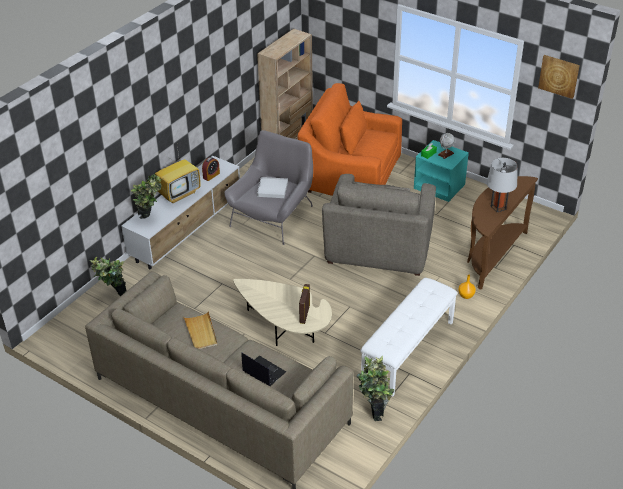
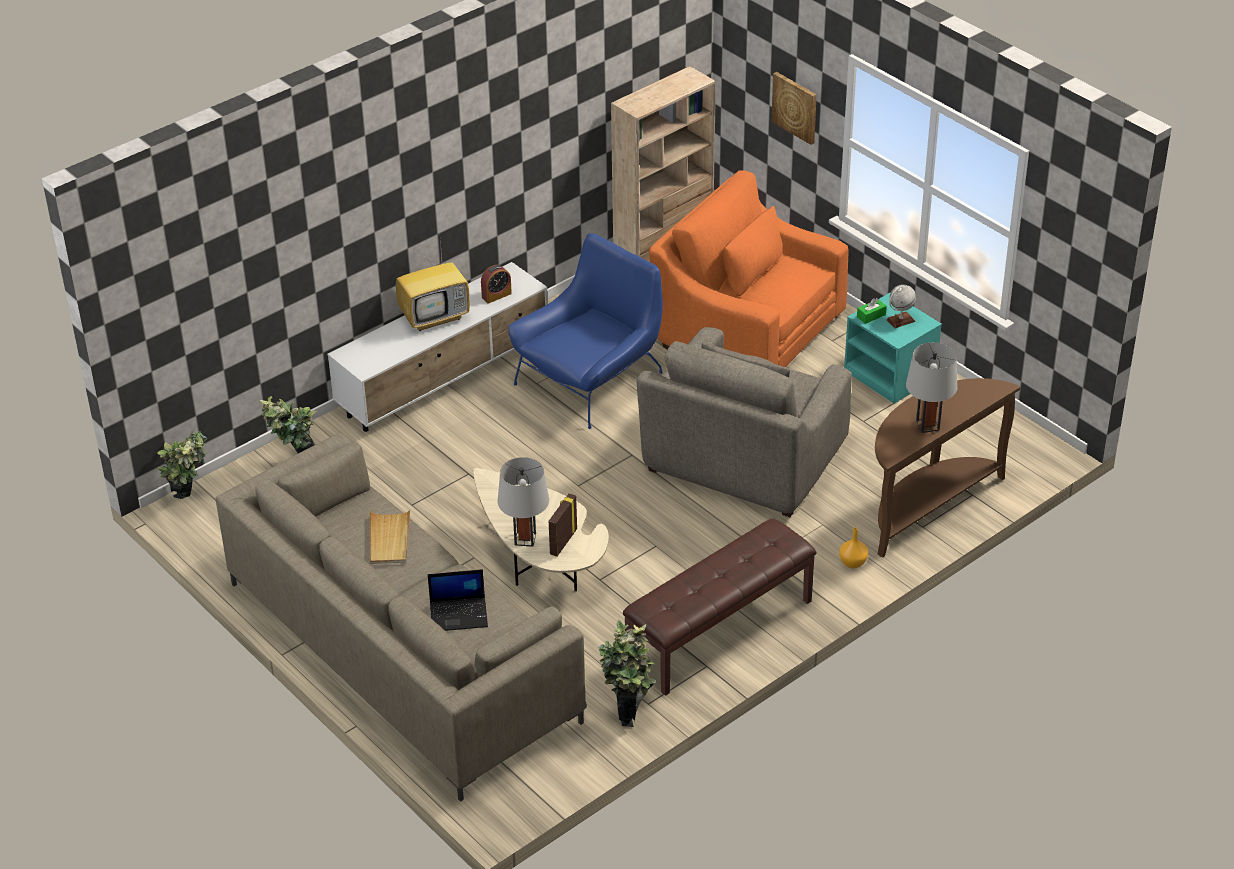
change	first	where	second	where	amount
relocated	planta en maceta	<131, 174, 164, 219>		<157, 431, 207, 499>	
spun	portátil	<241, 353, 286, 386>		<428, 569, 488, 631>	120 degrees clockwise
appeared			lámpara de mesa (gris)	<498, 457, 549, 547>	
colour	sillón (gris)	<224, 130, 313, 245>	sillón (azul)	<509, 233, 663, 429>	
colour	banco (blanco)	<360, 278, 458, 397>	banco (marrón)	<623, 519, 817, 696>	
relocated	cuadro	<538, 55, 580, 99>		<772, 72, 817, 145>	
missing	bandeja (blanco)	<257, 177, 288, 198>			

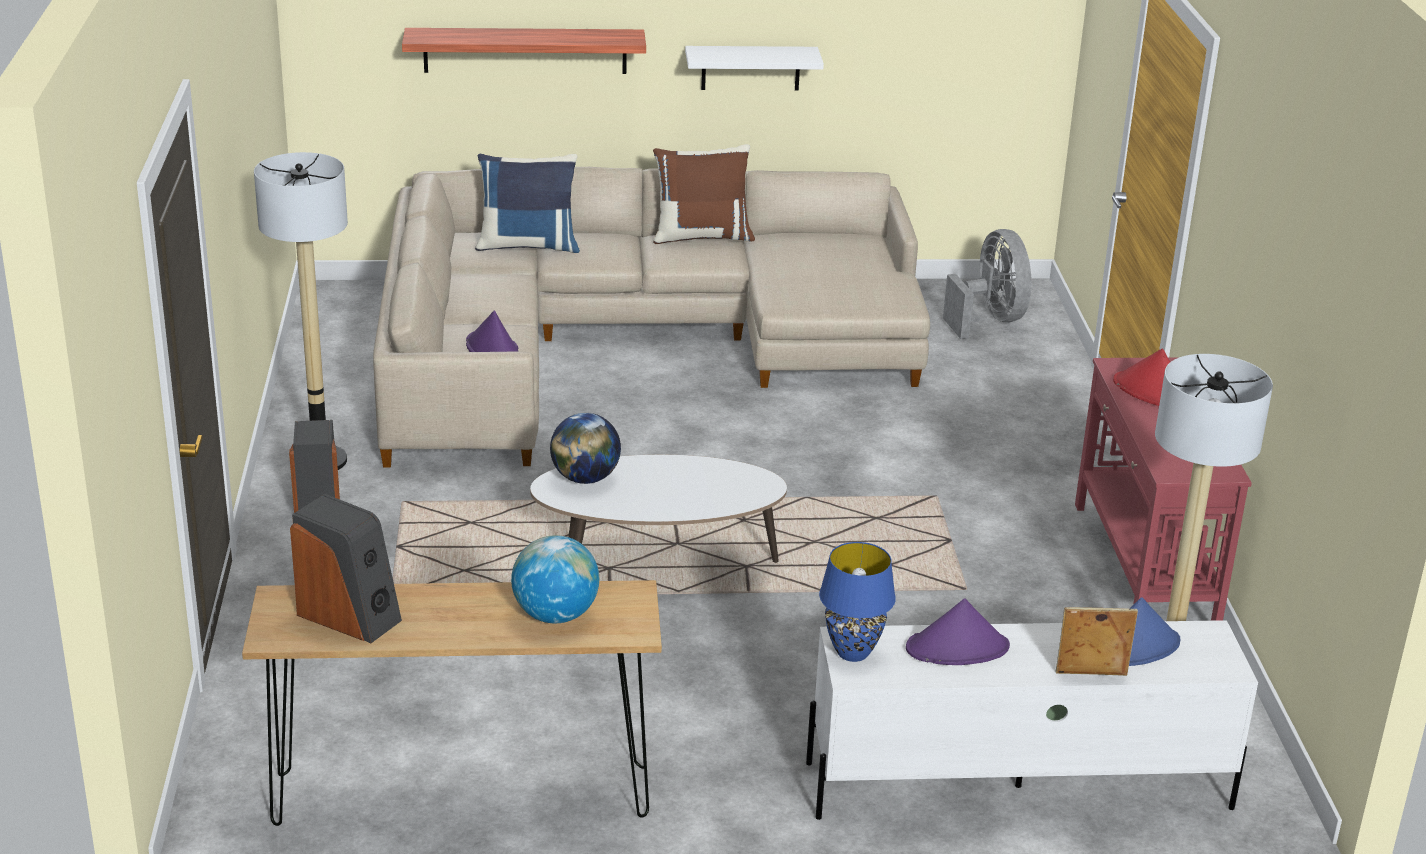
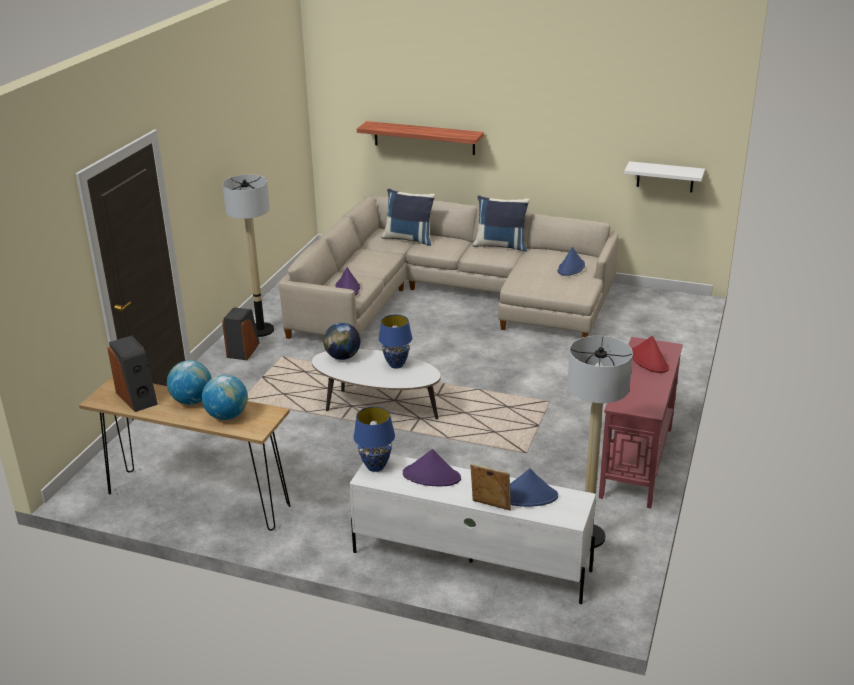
change	first	where	second	where	amount
appeared			globo terráqueo	<167, 360, 212, 405>	
appeared			lámpara de mesa (azul)	<379, 315, 412, 369>	
colour	cojín (marrón)	<653, 144, 755, 244>	cojín (azul)	<473, 196, 530, 252>	
appeared			sombrero (azul)	<557, 247, 585, 276>	
relocated	estante (blanco)	<685, 46, 824, 91>		<624, 161, 705, 192>	
missing	ventilador (gris)	<943, 229, 1032, 339>			

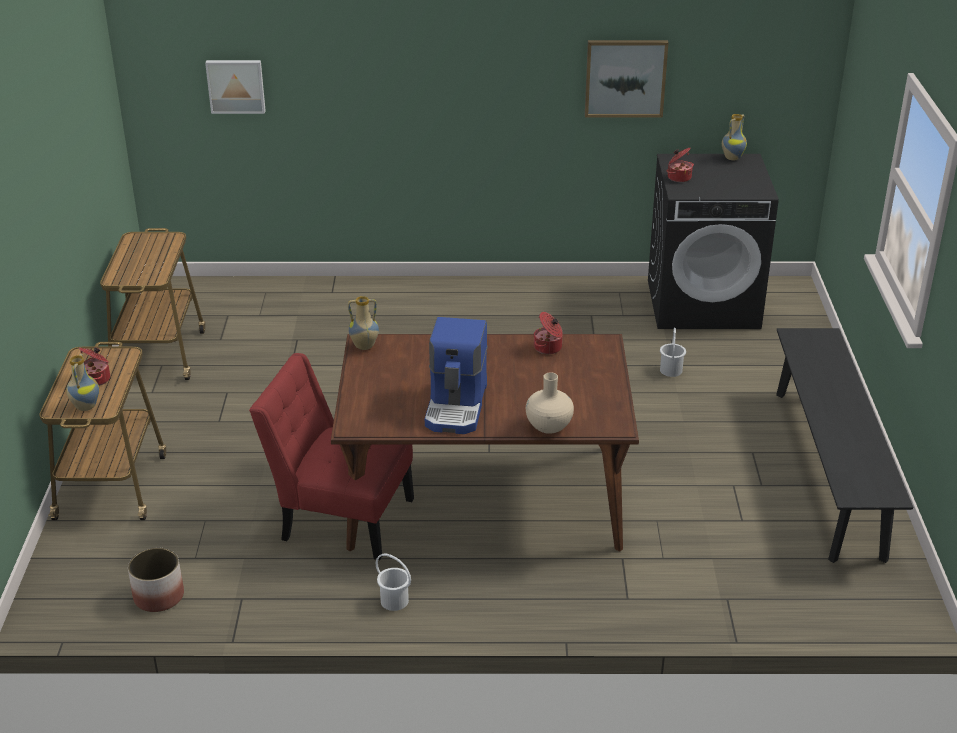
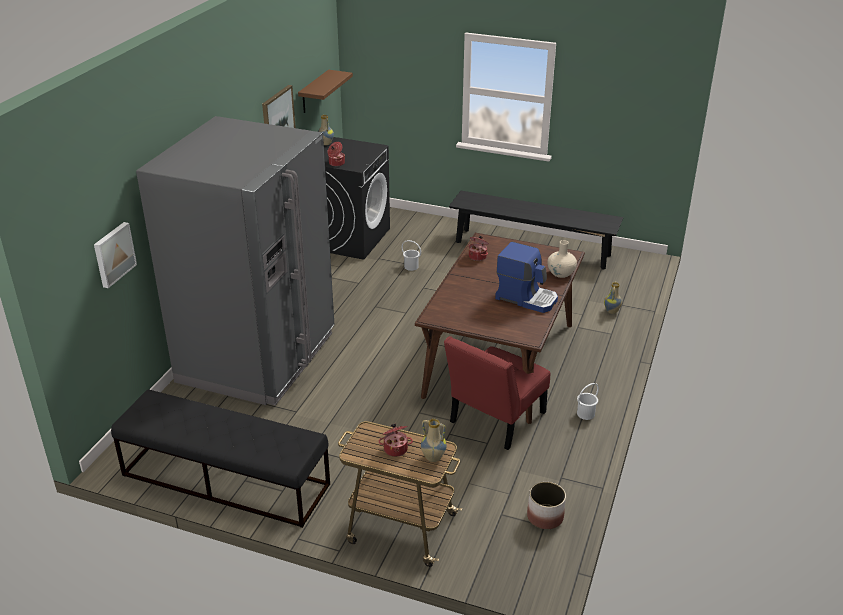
change	first	where	second	where	amount
exchanged	carrito	<100, 228, 205, 380>	banco (negro)	<111, 390, 330, 528>	
appeared			nevera (gris)	<136, 116, 334, 406>	
appeared			estante (marrón)	<298, 70, 353, 113>	
relocated	florero	<348, 296, 379, 350>		<604, 281, 622, 314>	

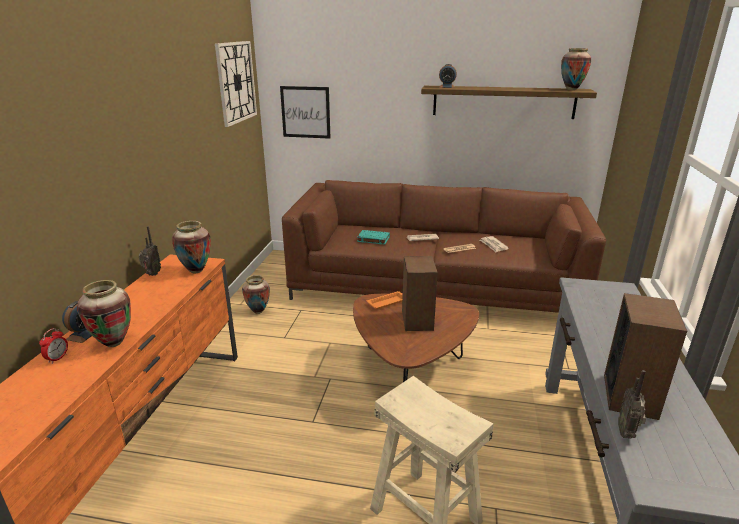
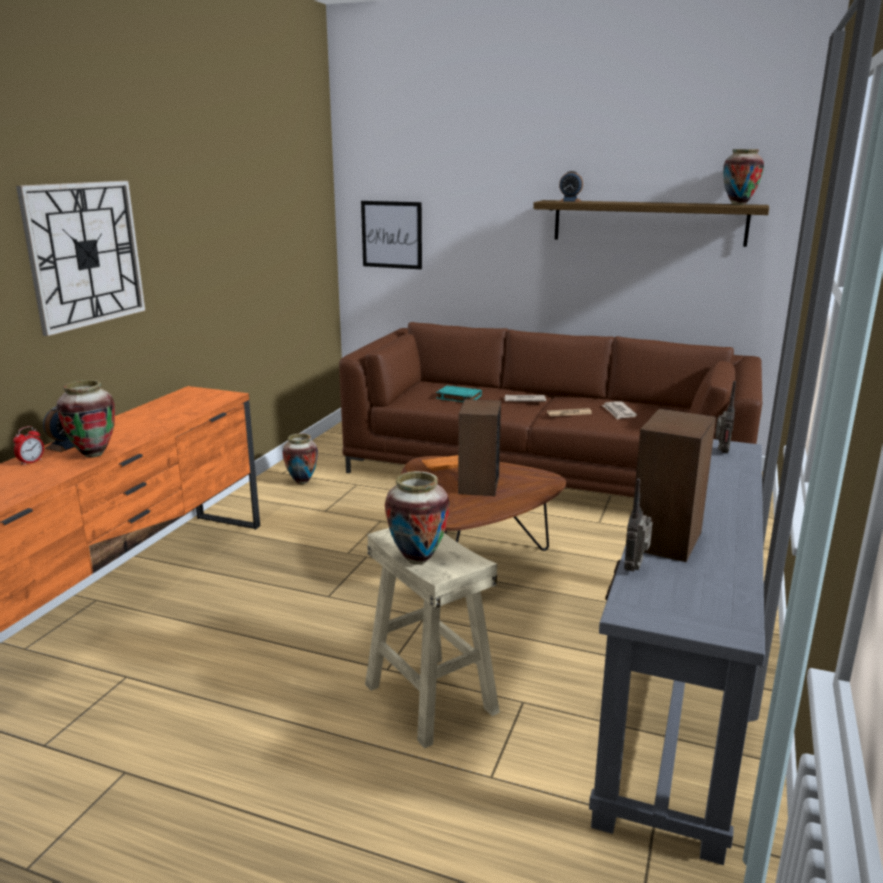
change	first	where	second	where	amount
relocated	reloj de pared	<215, 41, 257, 127>		<16, 181, 145, 336>	
relocated	florero	<172, 221, 211, 273>		<385, 471, 450, 565>	
relocated	radio	<139, 226, 161, 276>		<715, 381, 736, 453>	

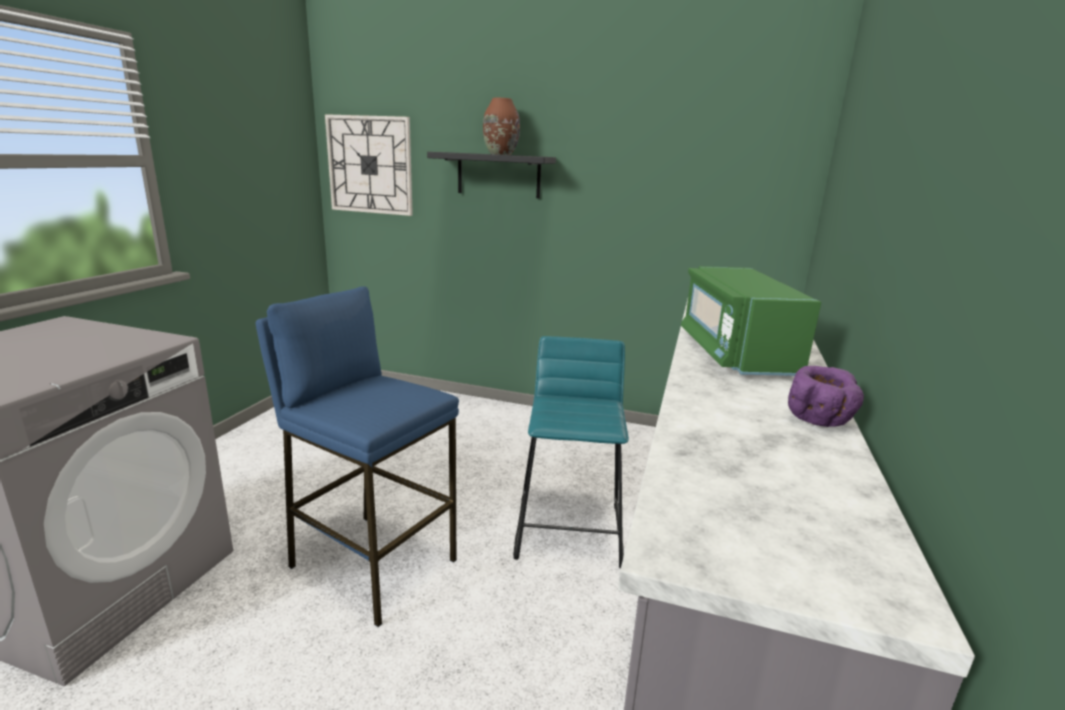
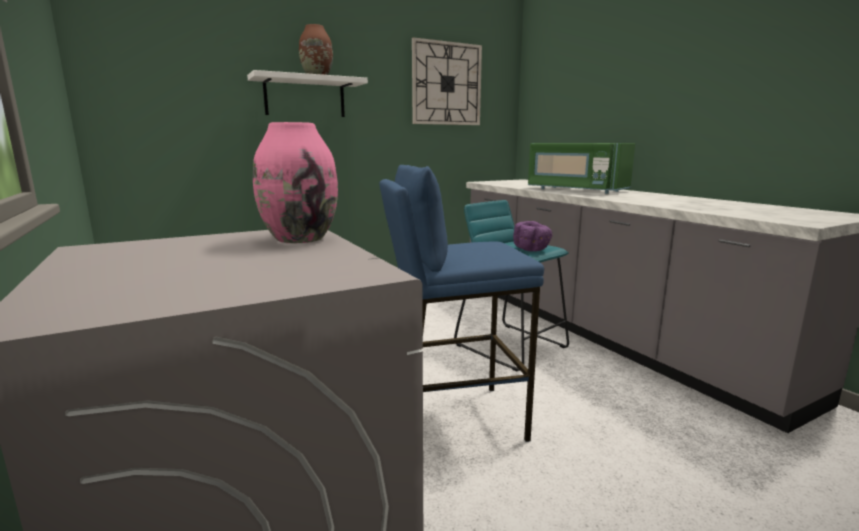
change	first	where	second	where	amount
colour	estante (negro)	<427, 152, 556, 198>	estante (blanco)	<247, 70, 368, 117>	
appeared			florero (rosa)	<253, 122, 338, 243>	
relocated	reloj de pared	<325, 114, 413, 216>		<412, 37, 482, 125>	
relocated	cuenco (morado)	<788, 366, 864, 427>		<513, 221, 552, 251>	

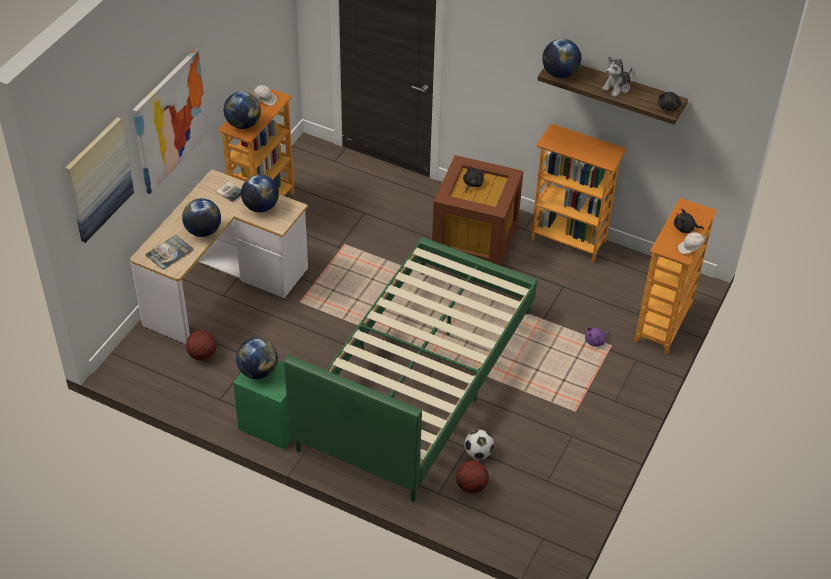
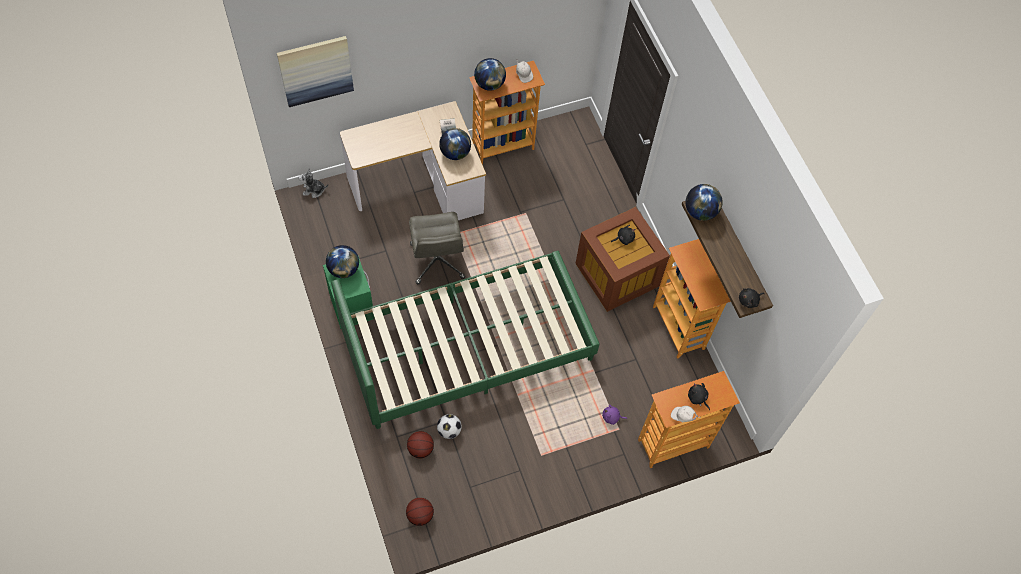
change	first	where	second	where	amount
relocated	peluche	<602, 56, 632, 97>		<298, 168, 328, 198>	
relocated	balón de baloncesto	<186, 330, 217, 361>		<406, 498, 434, 526>	
appeared			silla de oficina (gris)	<409, 212, 465, 284>	
missing	cuadro	<133, 49, 208, 194>			
missing	libro	<145, 235, 193, 270>			
missing	globo terráqueo	<182, 198, 221, 237>			

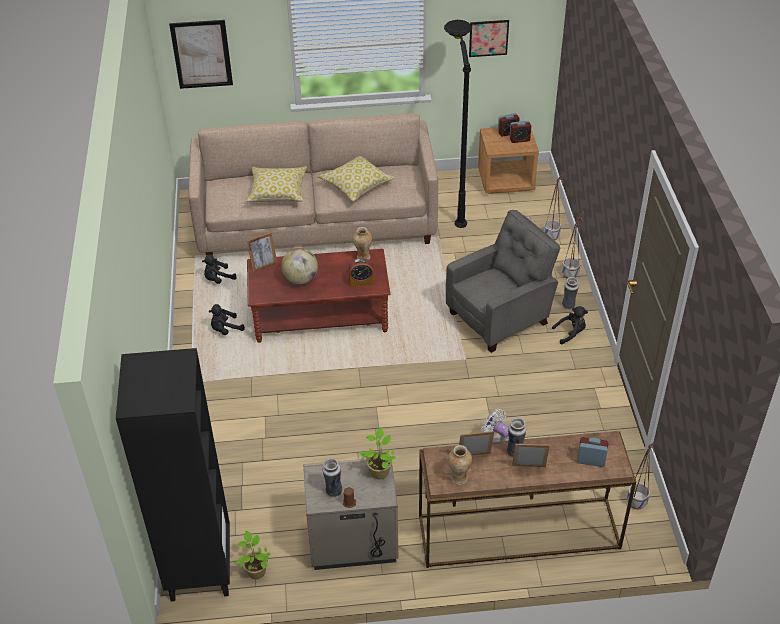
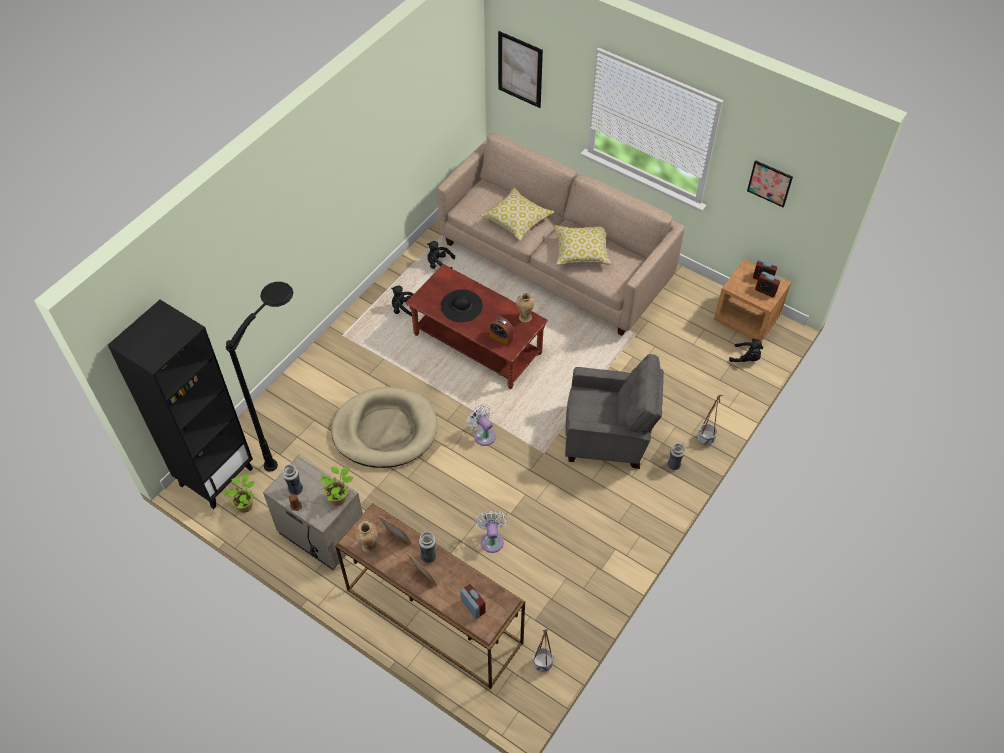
change	first	where	second	where	amount
relocated	lámpara de pie (negro)	<444, 20, 472, 228>		<226, 282, 293, 472>	
appeared			cama para perro (beis)	<332, 387, 438, 468>	
exchanged	globo terráqueo	<281, 248, 318, 284>	sombrero (negro)	<441, 290, 483, 322>	
appeared			ventilador (blanco)	<466, 404, 496, 446>	
relocated	peluche (negro)	<552, 306, 588, 344>		<729, 338, 763, 362>	
missing	portarretratos	<247, 232, 277, 272>			
missing	maceta	<544, 173, 564, 241>			

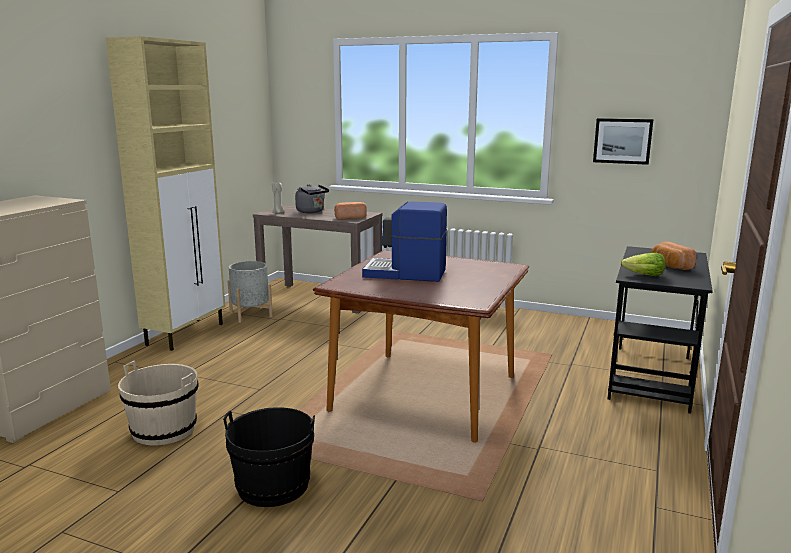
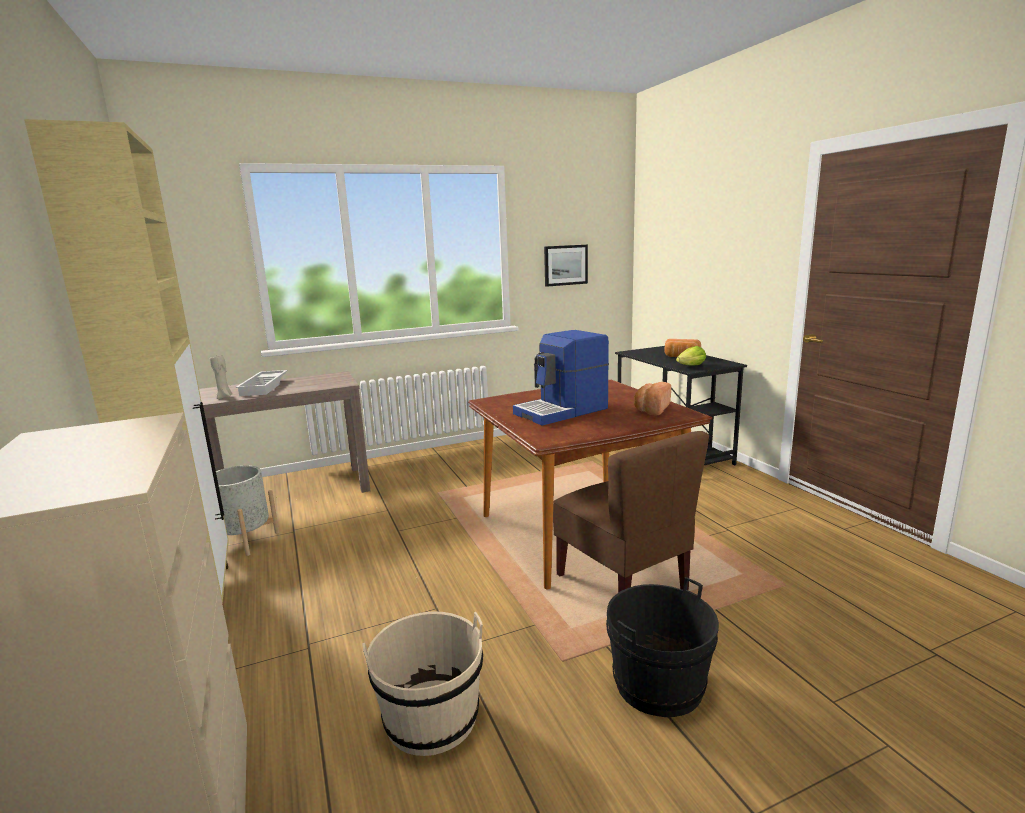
change	first	where	second	where	amount
exchanged	hervidor (gris)	<295, 184, 329, 213>	bandeja (blanco)	<236, 370, 287, 396>	
appeared			silla (marrón)	<553, 431, 709, 593>	
relocated	pan	<334, 202, 367, 220>		<634, 382, 671, 415>	

